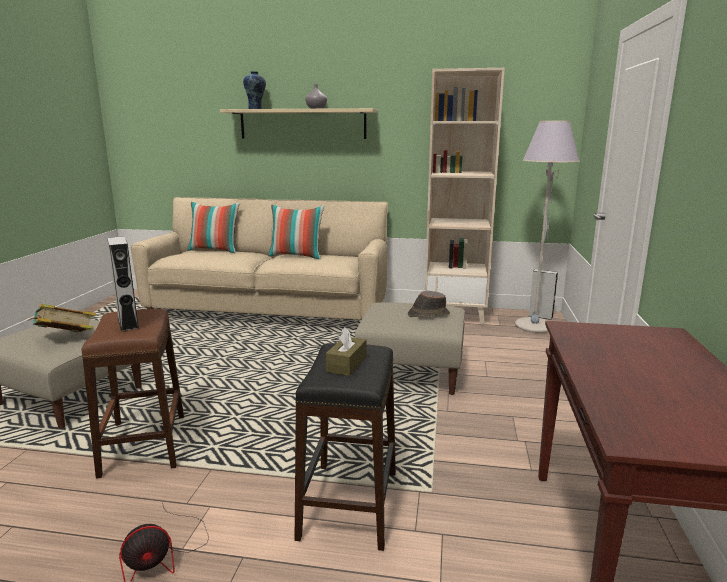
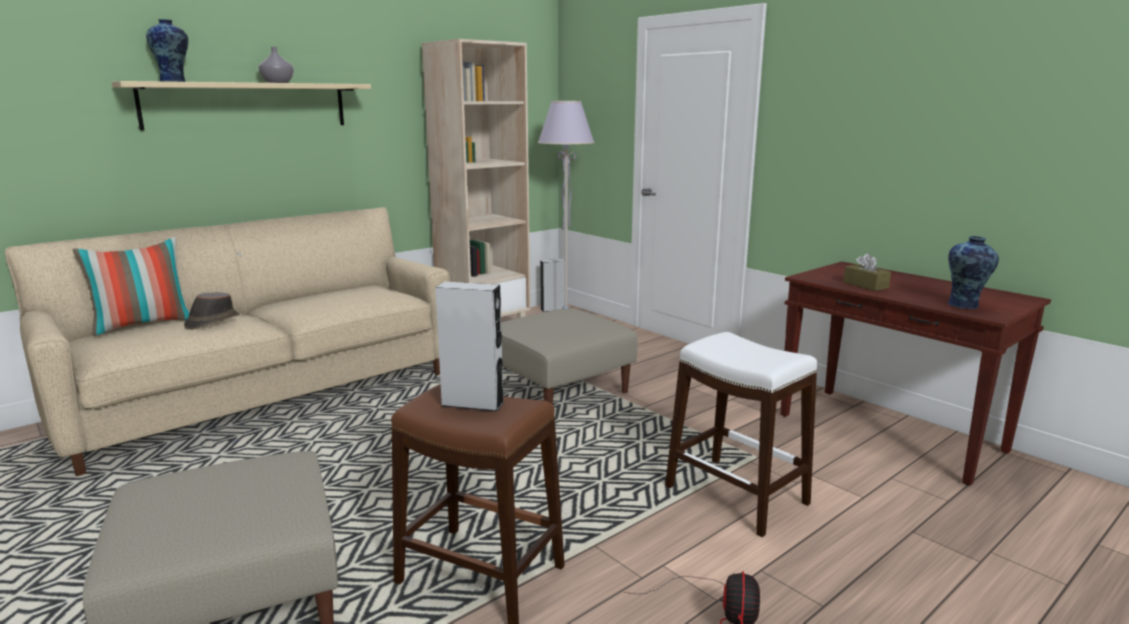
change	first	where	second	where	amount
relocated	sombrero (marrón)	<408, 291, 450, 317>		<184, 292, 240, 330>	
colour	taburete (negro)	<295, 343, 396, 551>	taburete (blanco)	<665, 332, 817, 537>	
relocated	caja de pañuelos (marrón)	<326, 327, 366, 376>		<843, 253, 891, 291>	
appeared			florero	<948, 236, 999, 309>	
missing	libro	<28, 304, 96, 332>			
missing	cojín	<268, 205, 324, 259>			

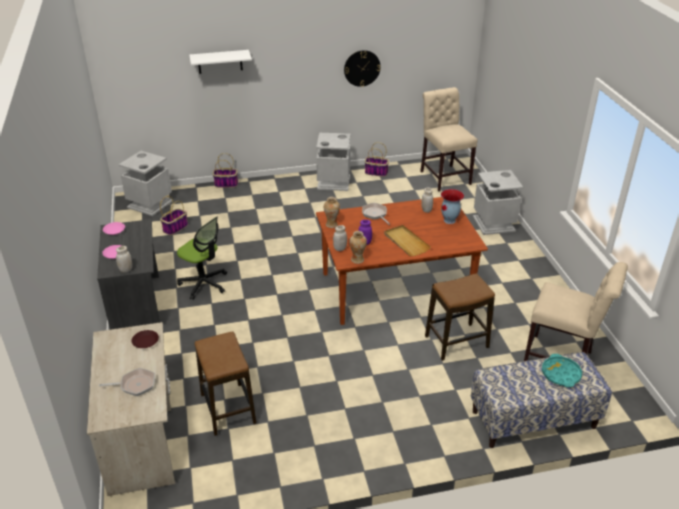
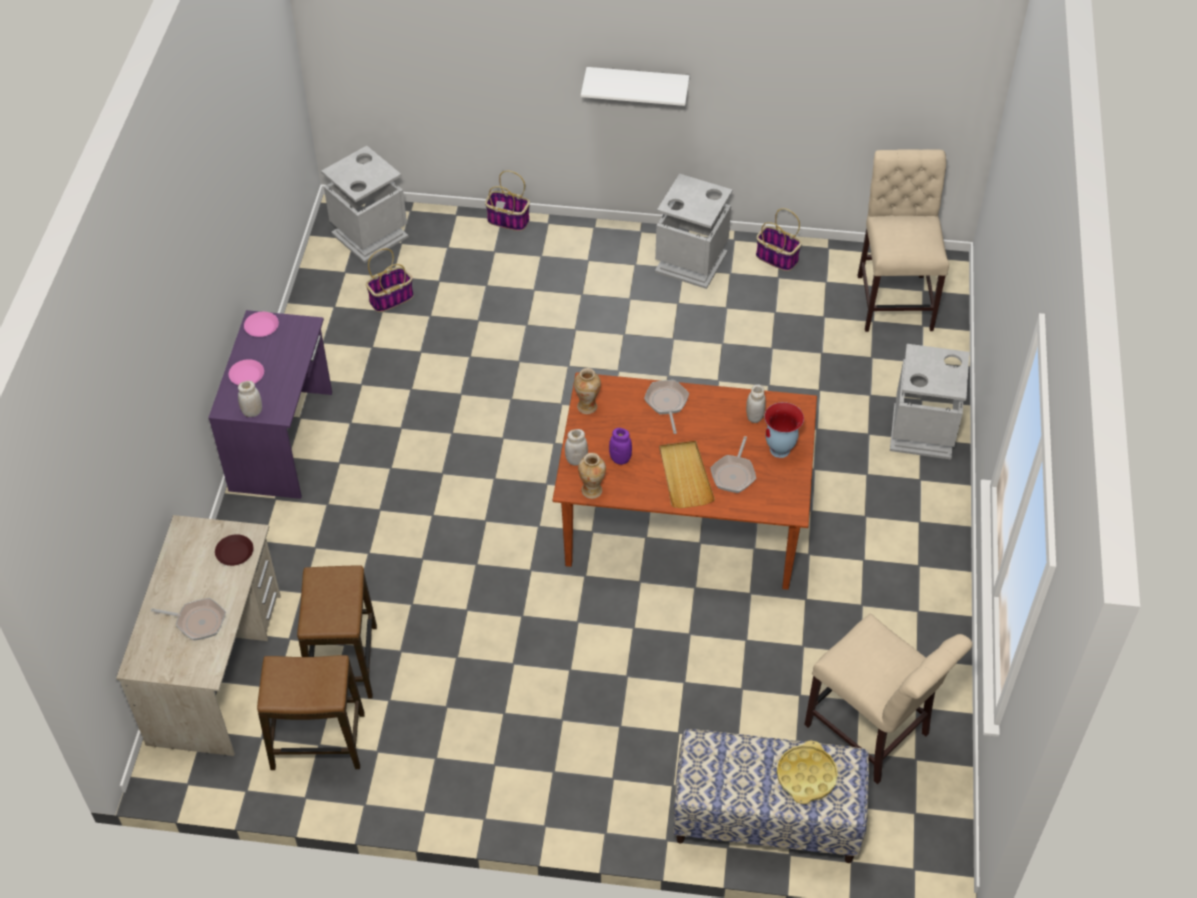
change	first	where	second	where	amount
colour	escritorio (gris)	<97, 219, 160, 330>	escritorio (morado)	<208, 310, 332, 499>	
relocated	taburete	<425, 273, 495, 361>		<257, 655, 365, 770>	
relocated	estante (blanco)	<189, 50, 252, 74>		<581, 67, 690, 106>	
appeared			sartén	<710, 436, 756, 493>	
colour	bandeja (turquesa)	<542, 354, 582, 387>	bandeja (amarillo)	<777, 740, 838, 804>	
missing	silla de oficina	<177, 217, 227, 300>			
missing	reloj de pared	<344, 50, 381, 87>			

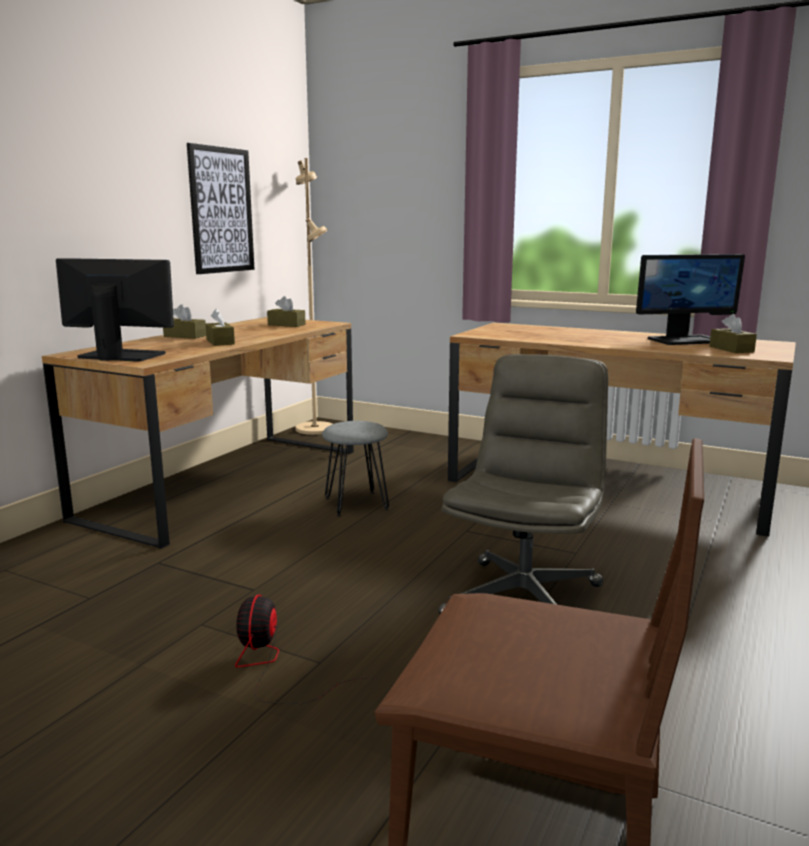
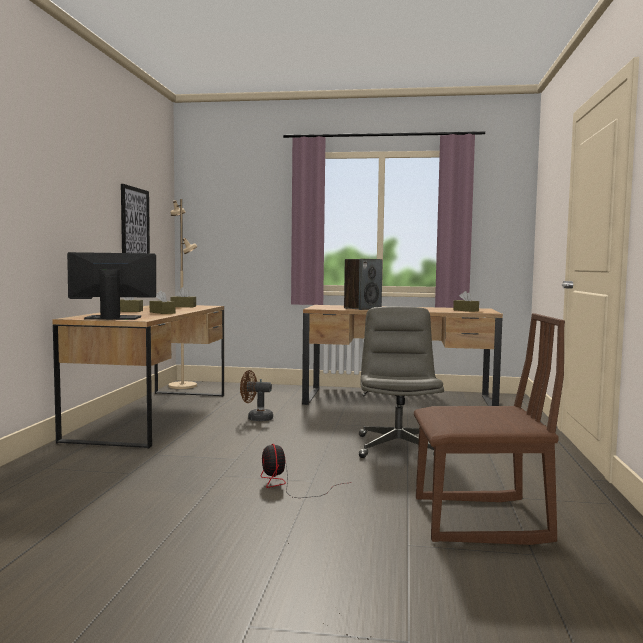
change	first	where	second	where	amount
exchanged	taburete (gris)	<322, 421, 389, 516>	ventilador (marrón)	<240, 370, 273, 421>	
appeared			altavoz	<344, 259, 383, 310>	
missing	monitor	<636, 254, 745, 345>			

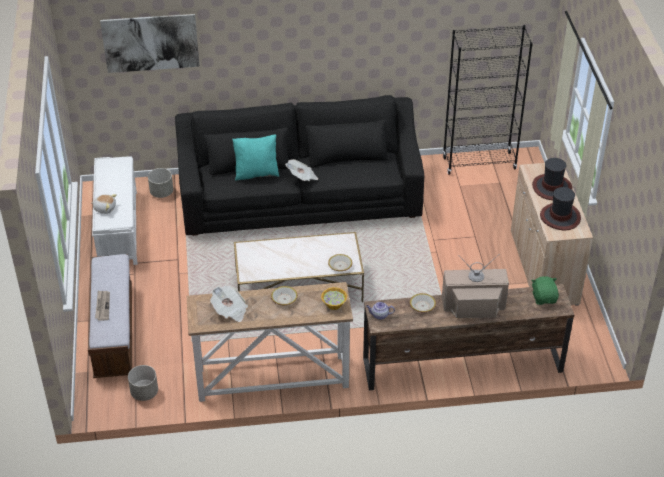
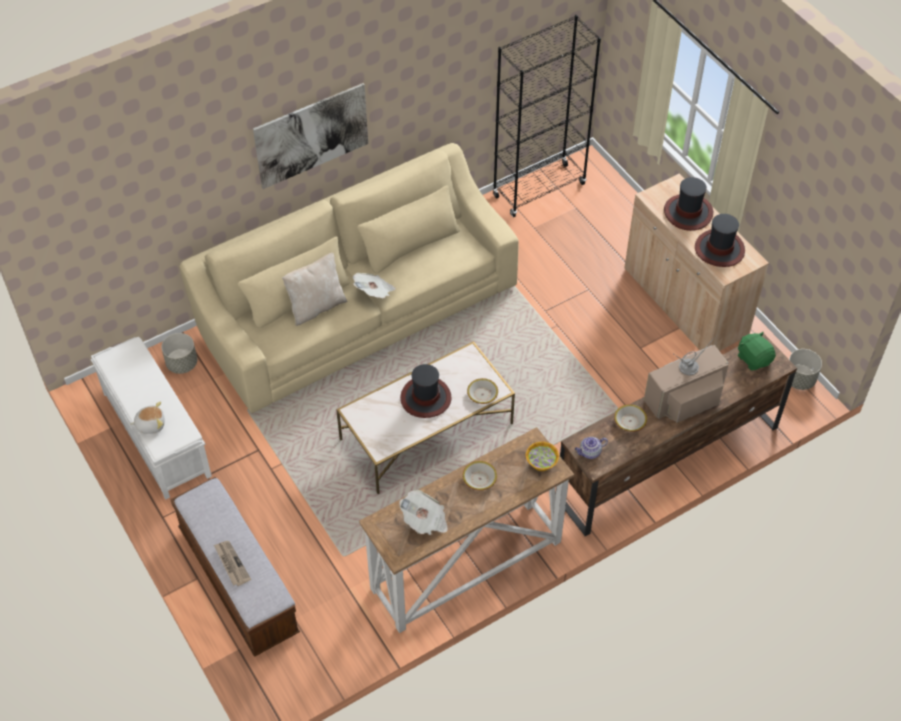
change	first	where	second	where	amount
colour	sofá (negro)	<175, 95, 424, 236>	sofá (beis)	<179, 143, 519, 413>	
relocated	cuadro	<100, 14, 200, 73>		<253, 83, 368, 189>	
colour	cojín (turquesa)	<232, 135, 280, 181>	cojín (beis)	<282, 253, 347, 326>	
appeared			sombrero	<400, 364, 451, 418>	
relocated	maceta (gris)	<128, 365, 158, 401>		<789, 349, 822, 390>	

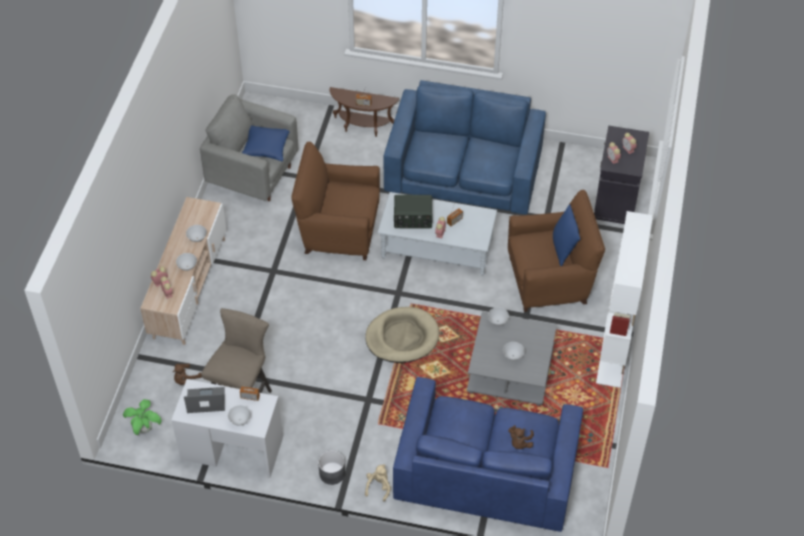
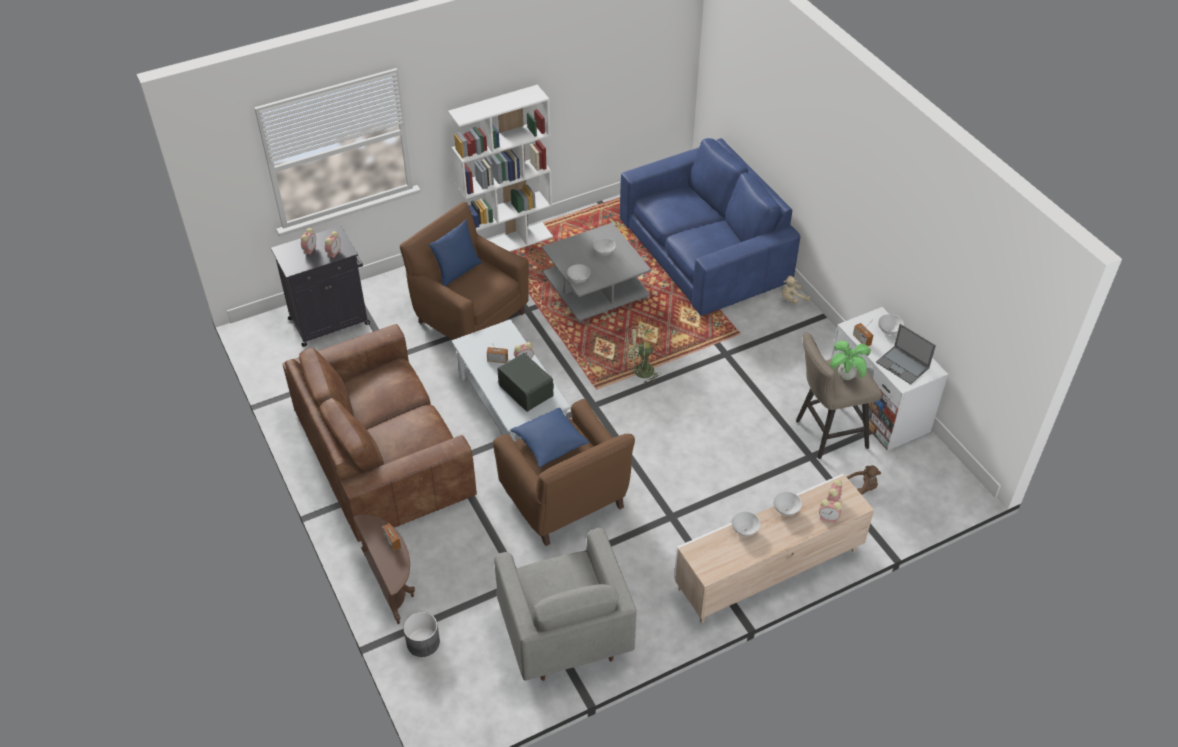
change	first	where	second	where	amount
colour	sofá (azul)	<384, 80, 546, 215>	sofá (marrón)	<282, 324, 477, 542>	
relocated	maceta (gris)	<318, 450, 345, 485>		<403, 612, 440, 657>	
relocated	cojín (azul)	<242, 125, 289, 161>		<510, 408, 590, 467>	
exchanged	cama para perro (beis)	<365, 307, 439, 363>	ventilador (verde)	<625, 326, 661, 384>	
relocated	planta en maceta	<123, 399, 162, 435>		<830, 341, 871, 380>	
missing	peluche (marrón)	<508, 425, 534, 449>			

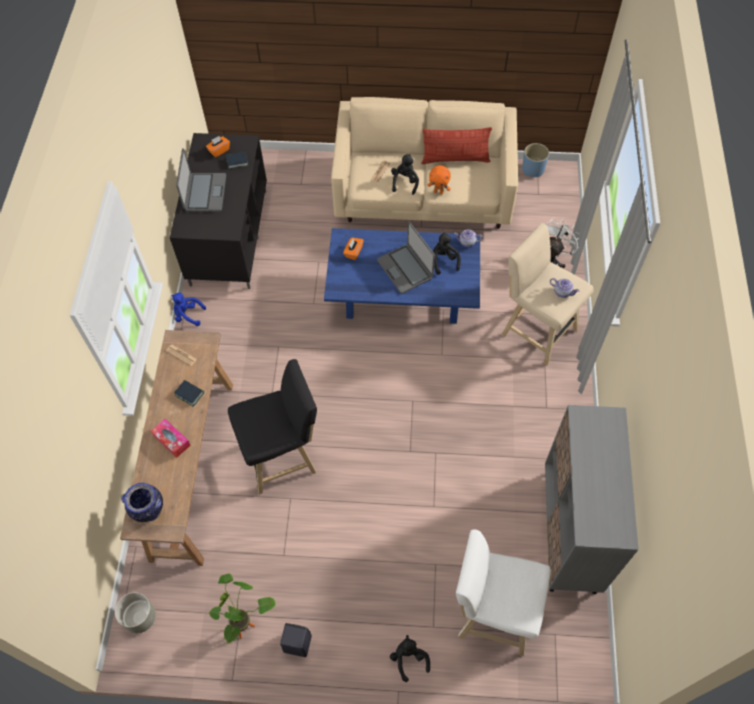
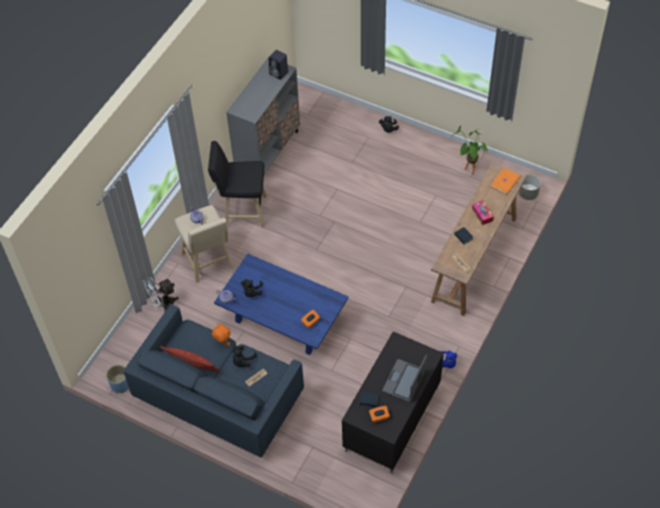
change	first	where	second	where	amount
colour	sofá (beis)	<331, 97, 518, 229>	sofá (azul)	<124, 305, 304, 458>	
relocated	taburete (negro)	<228, 359, 317, 495>		<208, 141, 267, 227>	
relocated	altavoz (negro)	<280, 623, 312, 657>		<269, 50, 288, 80>	
exchanged	florero	<121, 483, 163, 522>	libro (naranja)	<491, 168, 520, 195>	
missing	portátil	<377, 222, 435, 294>			
missing	taburete (blanco)	<456, 530, 551, 656>			

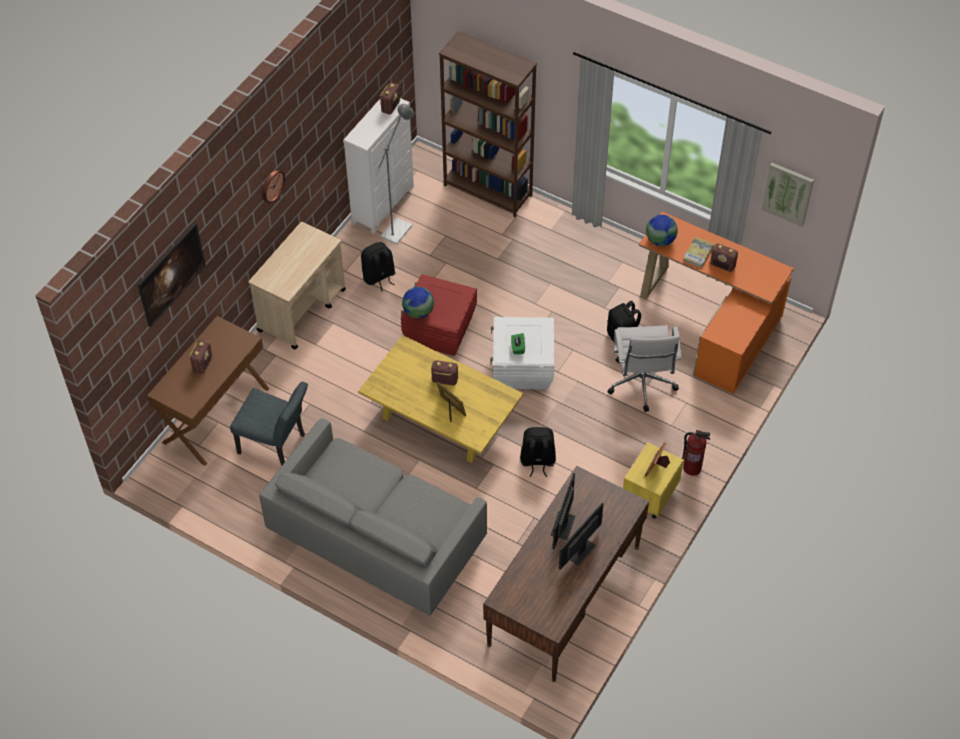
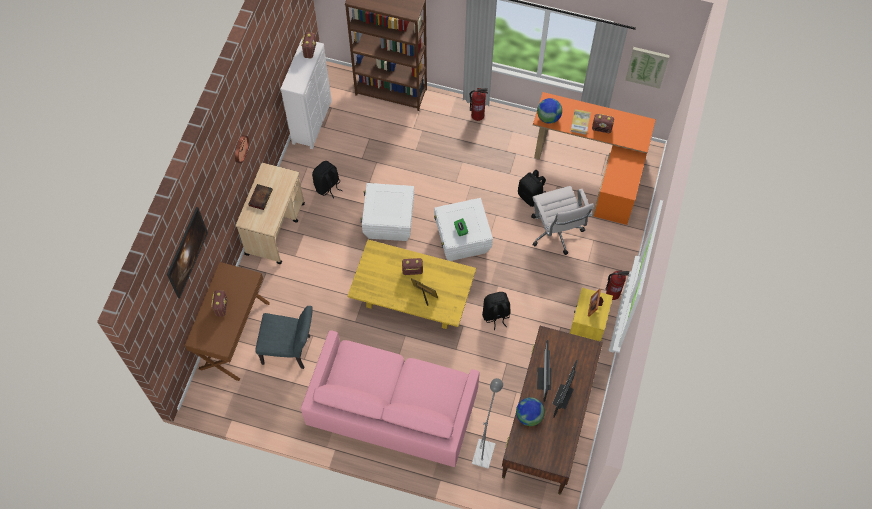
change	first	where	second	where	amount
appeared			libro	<248, 184, 273, 210>	
colour	sofá (gris)	<259, 418, 487, 616>	sofá (rosa)	<301, 330, 480, 467>	
colour	caja de almacenaje (rojo)	<401, 274, 477, 356>	caja de almacenaje (blanco)	<360, 183, 414, 241>	
appeared			extintor	<469, 88, 488, 121>	
relocated	lámpara de pie (gris)	<375, 104, 414, 245>		<472, 378, 503, 469>	
relocated	globo terráqueo	<402, 287, 434, 319>		<516, 397, 545, 426>	

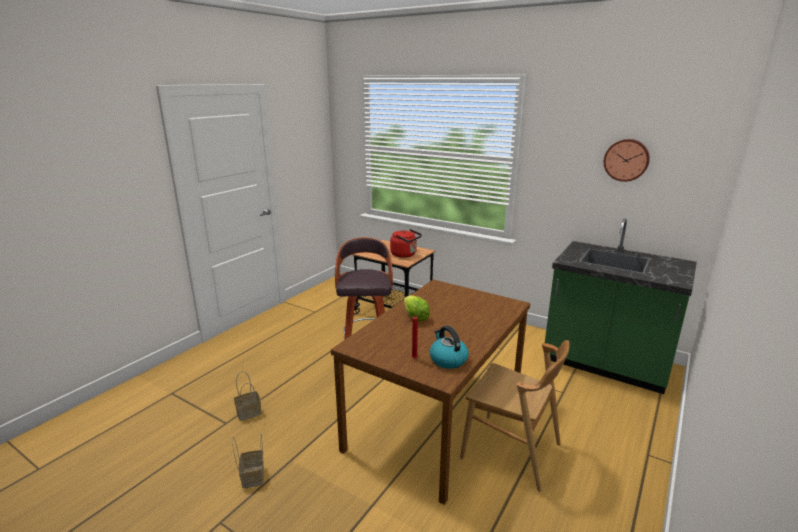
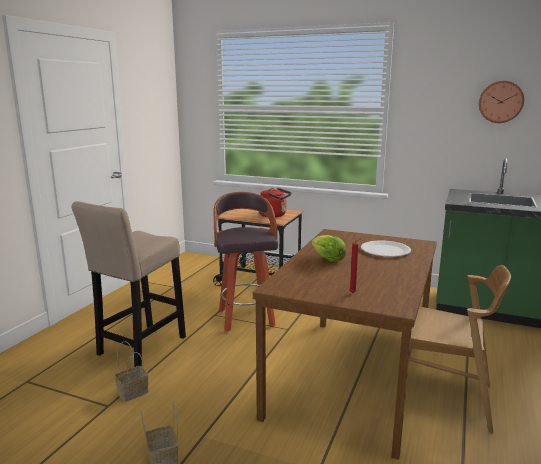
change	first	where	second	where	amount
appeared			taburete (beis)	<71, 201, 186, 367>	
appeared			plato (blanco)	<361, 240, 411, 257>	
missing	hervidor	<430, 326, 469, 369>			

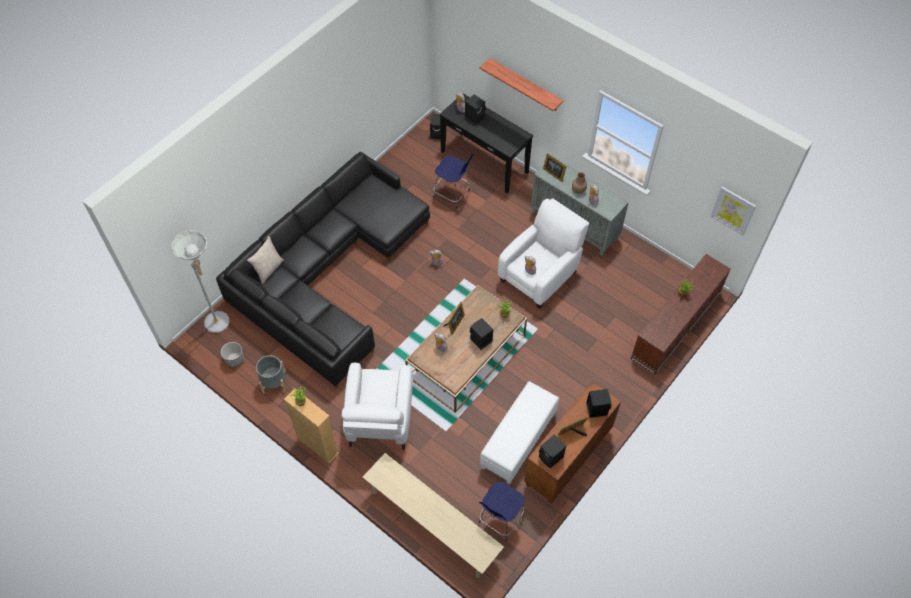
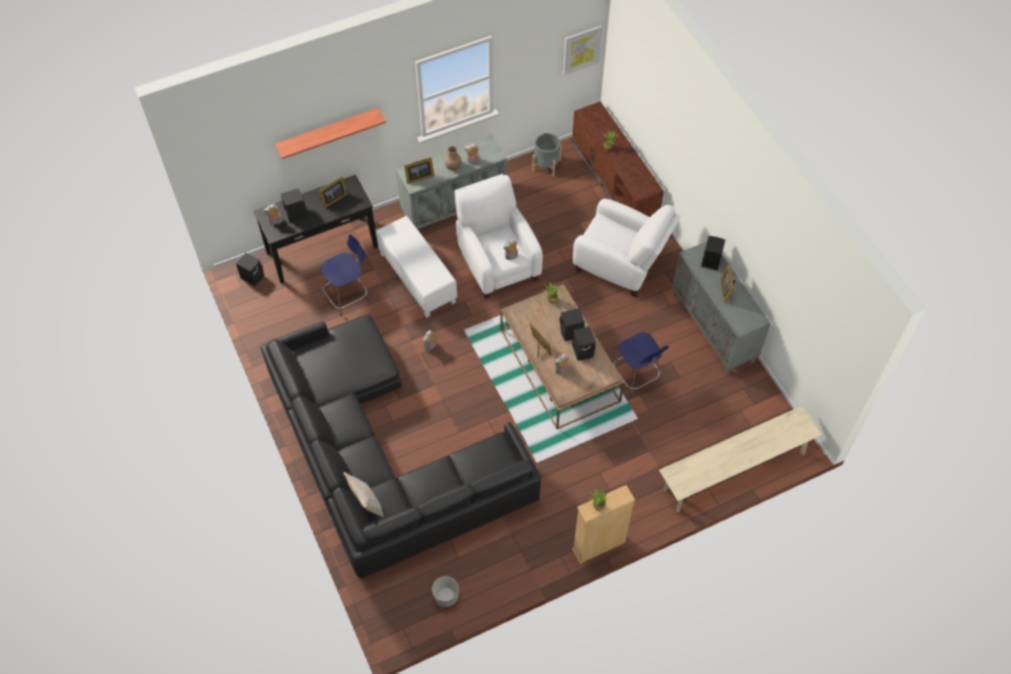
change	first	where	second	where	amount
appeared			portarretratos	<319, 176, 348, 209>	
relocated	puf (blanco)	<480, 381, 559, 484>		<376, 216, 457, 318>	
relocated	maceta (gris)	<256, 355, 286, 394>		<532, 133, 562, 176>	
relocated	altavoz (negro)	<539, 434, 566, 468>		<572, 326, 596, 360>	
relocated	sillón (blanco)	<342, 363, 413, 450>		<573, 198, 681, 298>	
relocated	taburete (azul)	<479, 482, 524, 541>		<614, 332, 669, 396>	
colour	armario (marrón)	<524, 382, 621, 504>	armario (gris)	<672, 242, 771, 374>	
missing	lámpara de pie (gris)	<171, 230, 230, 333>			

